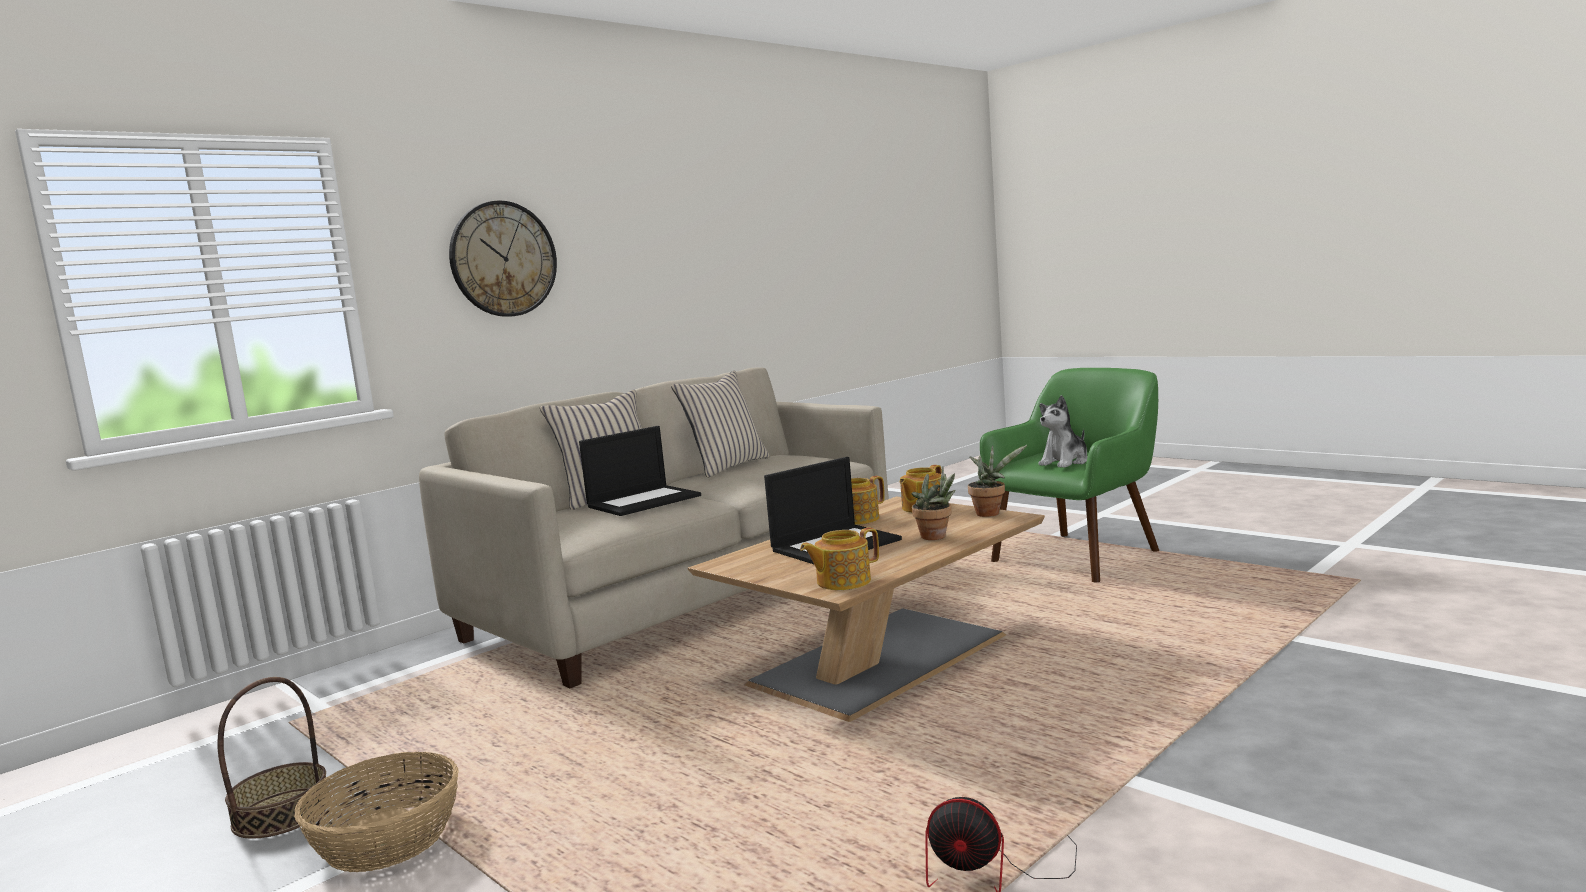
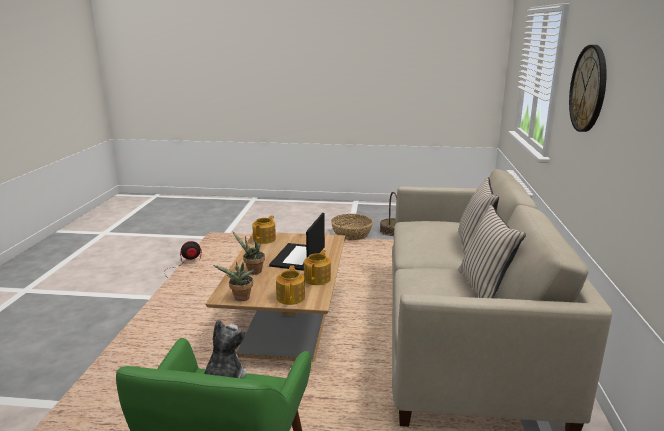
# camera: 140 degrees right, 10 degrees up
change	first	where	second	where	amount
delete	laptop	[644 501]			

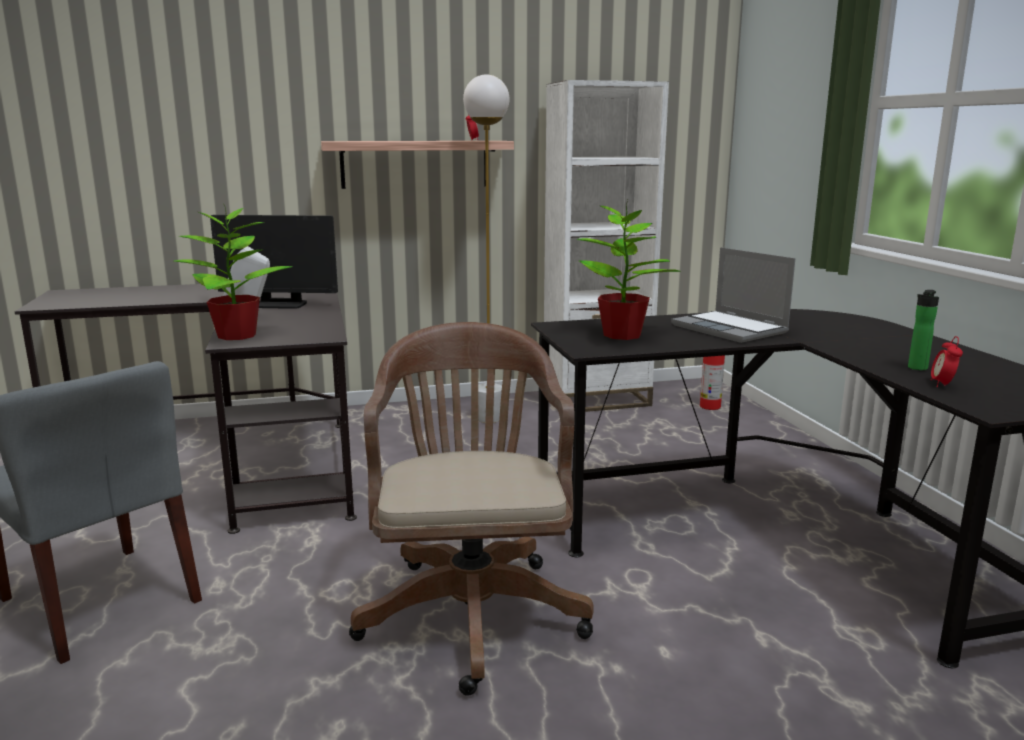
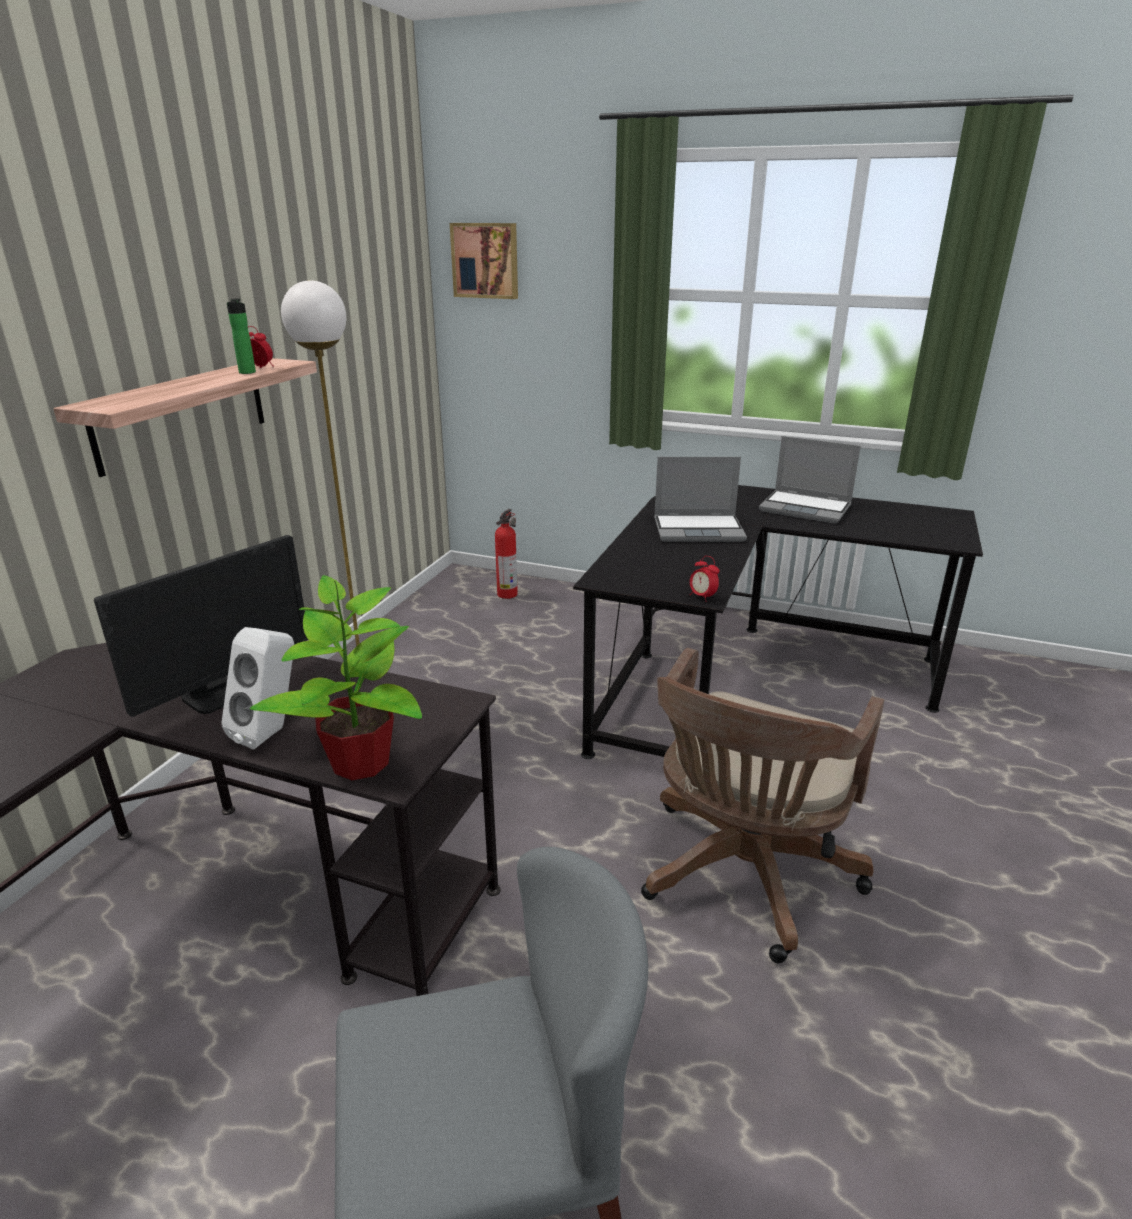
# camera: 55 degrees left, 10 degrees up
change	first	where	second	where	amount
delete	whitish_bookshelf	[596 399]			
delete	potted_plant	[623 335]			
move	beverage_bottle	[916 368]		[247 373]	
rotate	brown_computer_chair	[472 609]		[743 877]	90 degrees counterclockwise
move	alarm_clock	[942 385]		[702 597]	
insert			picture	[486 260]	
insert			laptop	[806 508]	

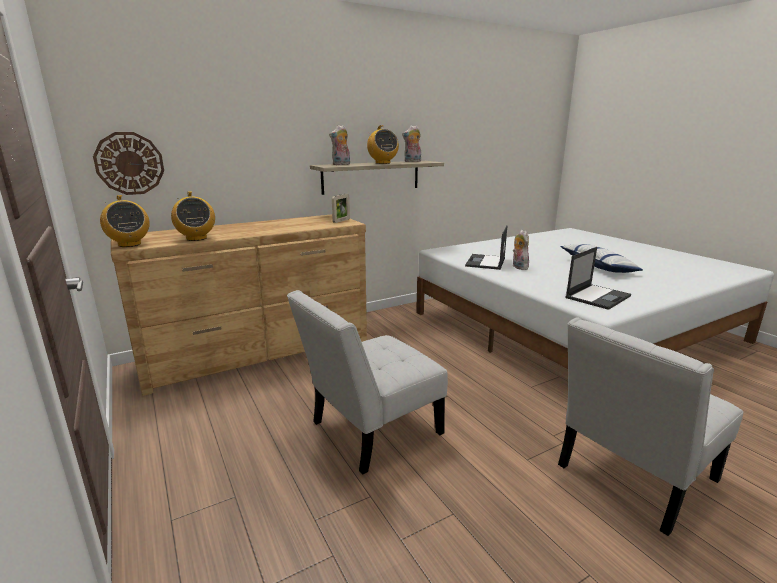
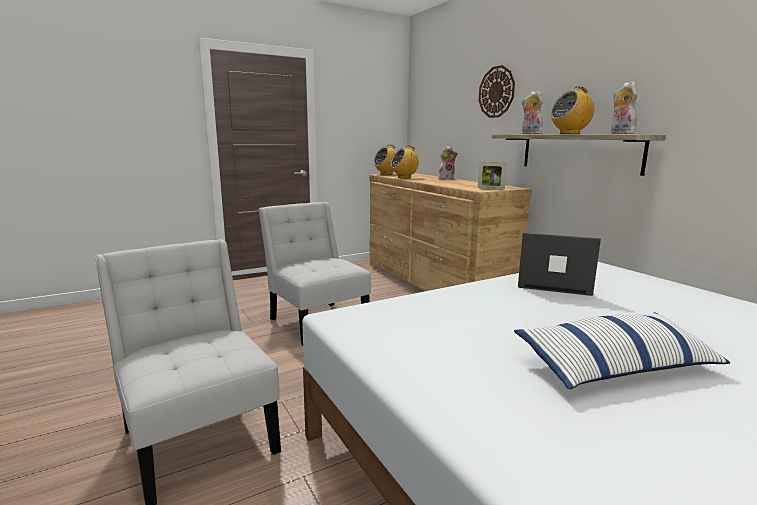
# camera: 90 degrees right, 5 degrees down
change	first	where	second	where	amount
move	clock_on_the_wall	[129 163]		[496 92]	
move	plush_toy	[518 267]		[446 178]	
delete	laptop	[598 296]			

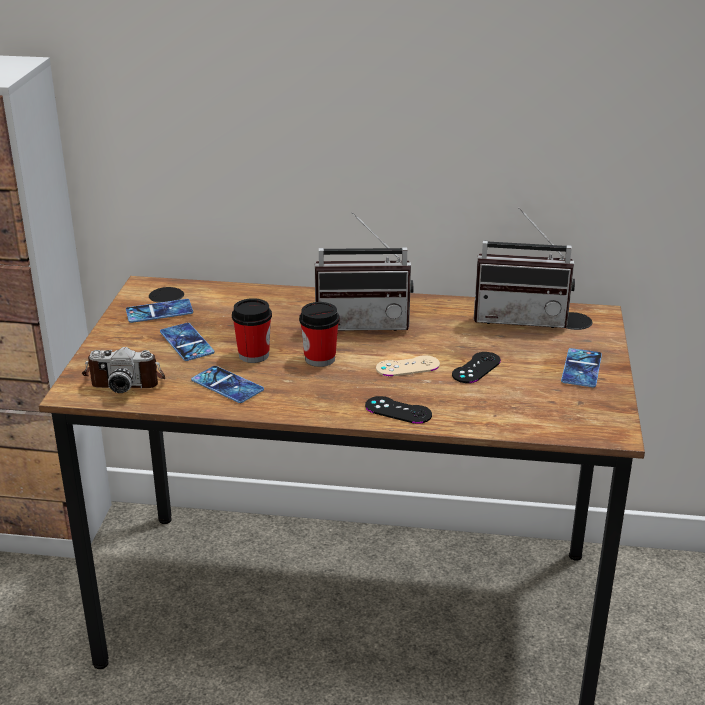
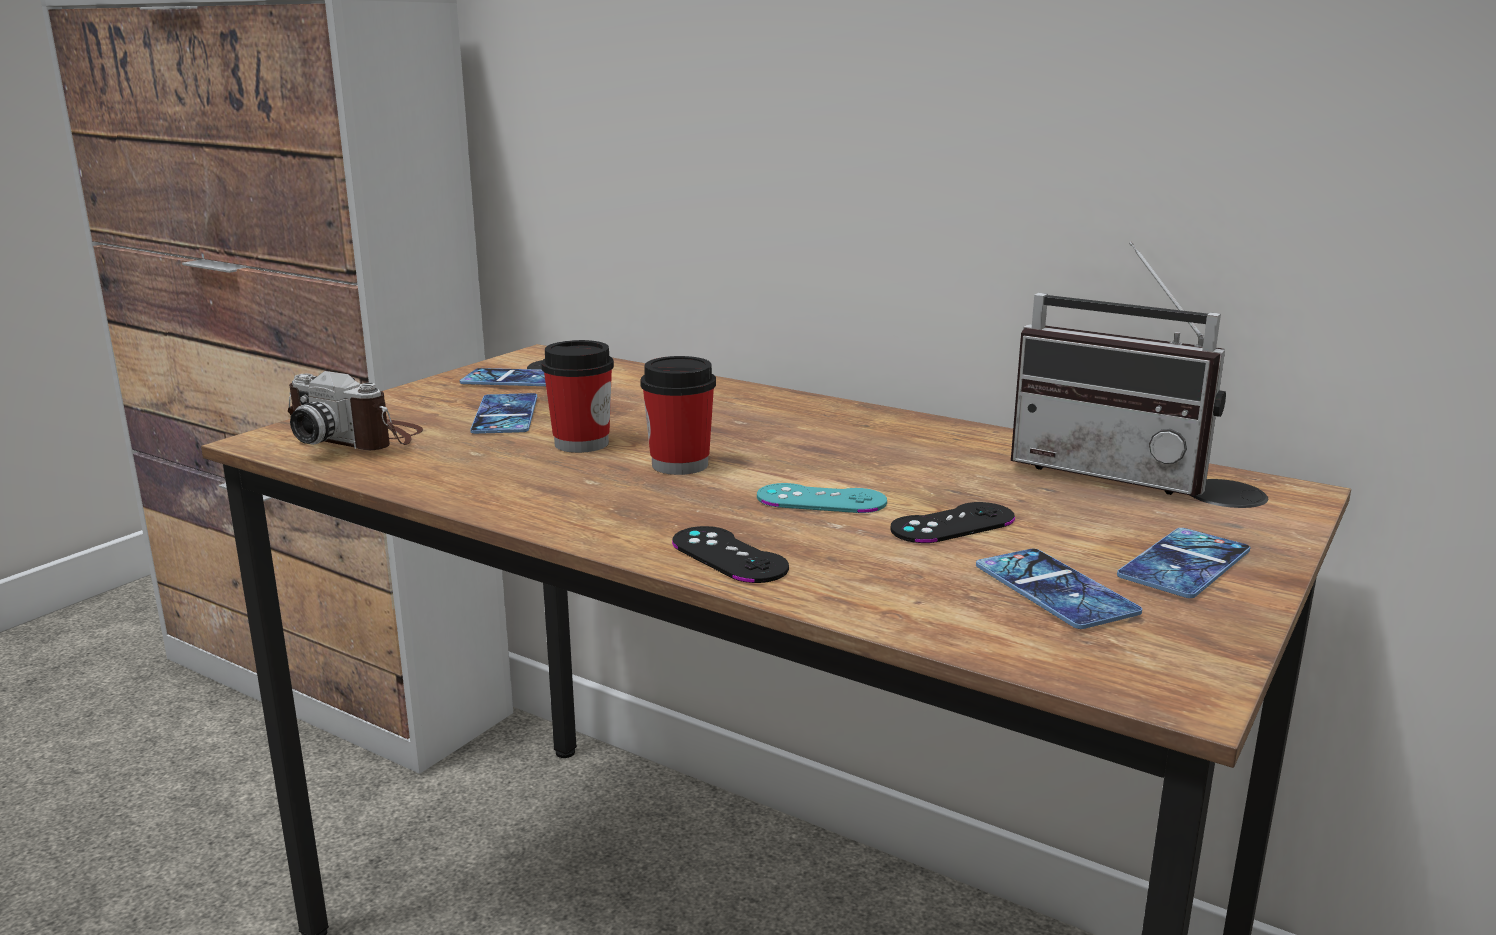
# camera: 25 degrees right, 10 degrees down
change	first	where	second	where	amount
delete	radio_set	[363 322]			
recolor	beige_gamepad	[407 366]	blue-green_gamepad	[821 499]	
move	phone	[227 385]		[1054 589]	

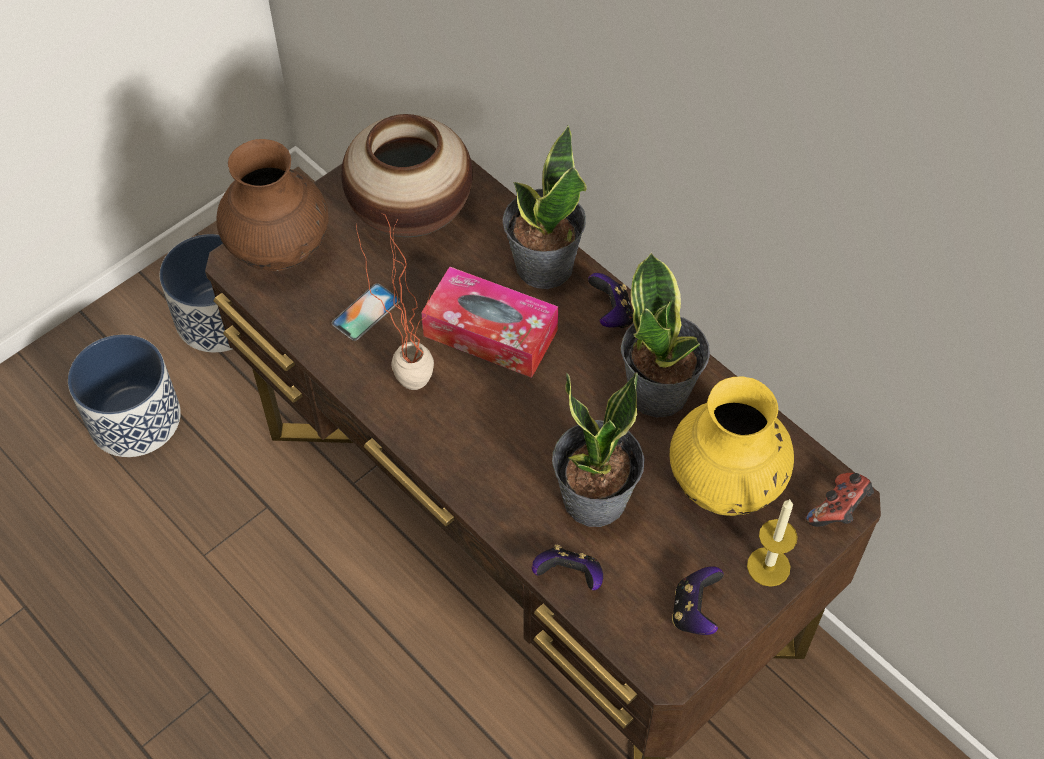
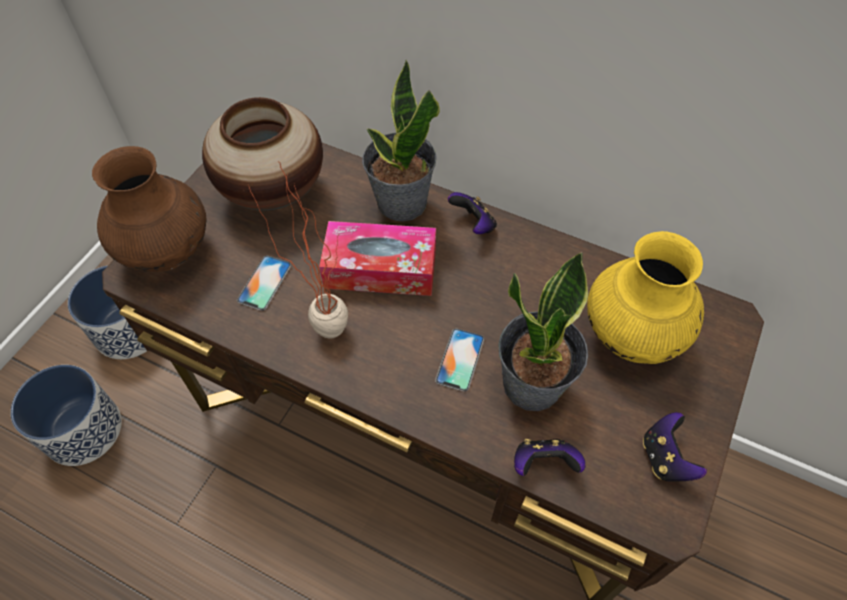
# camera: 20 degrees left, 0 degrees up
change	first	where	second	where	amount
delete	potted_plant	[659 391]			
delete	gamepad	[838 510]			
delete	wax_candle	[768 566]			
insert			phone	[460 359]	

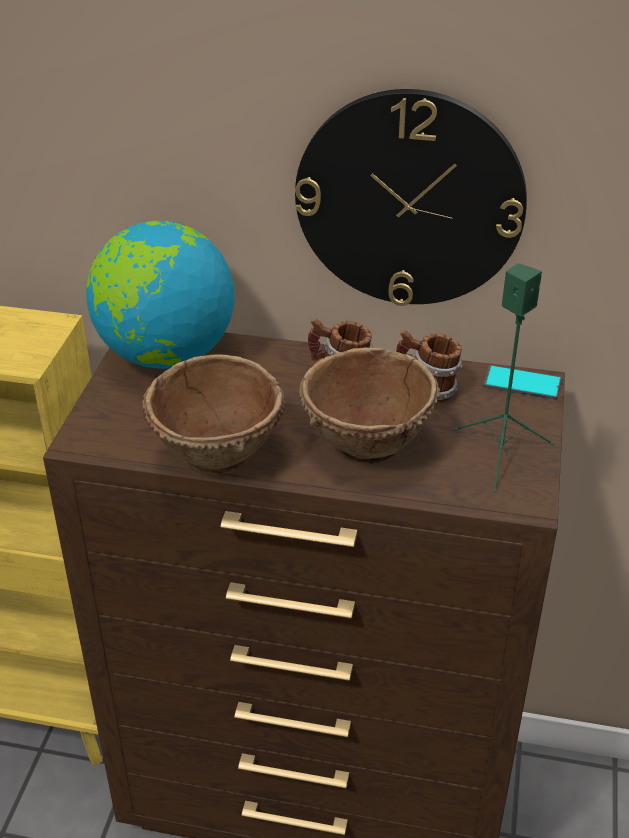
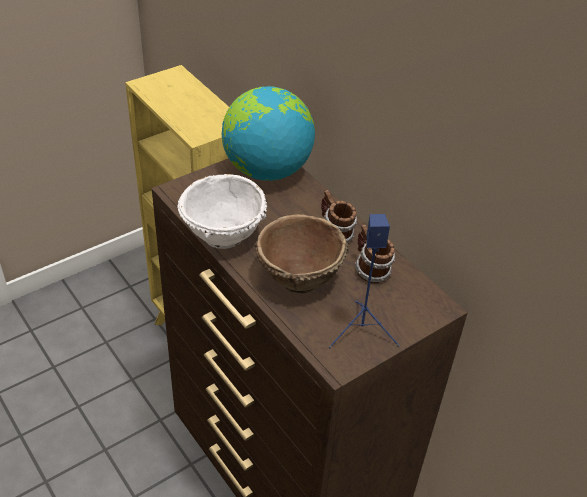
# camera: 40 degrees right, 5 degrees up
change	first	where	second	where	amount
delete	clock_on_the_wall	[409 200]			
recolor	green-coloured_audio_speaker	[501 453]	bluish_audio_speaker	[362 331]	
recolor	brown_bowl	[218 455]	whitish_bowl	[223 236]	
delete	phone	[522 384]			

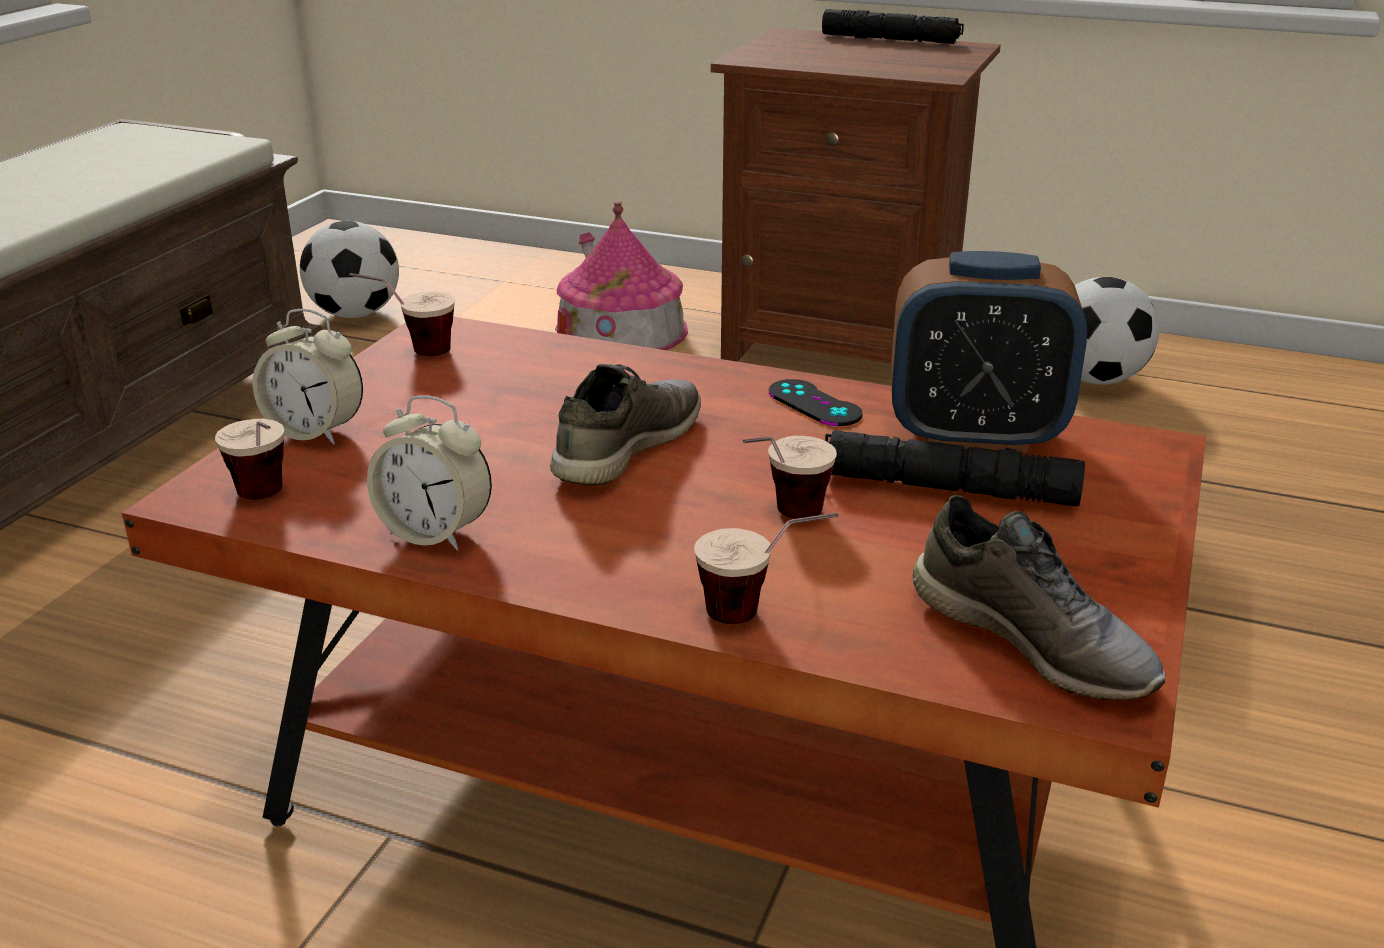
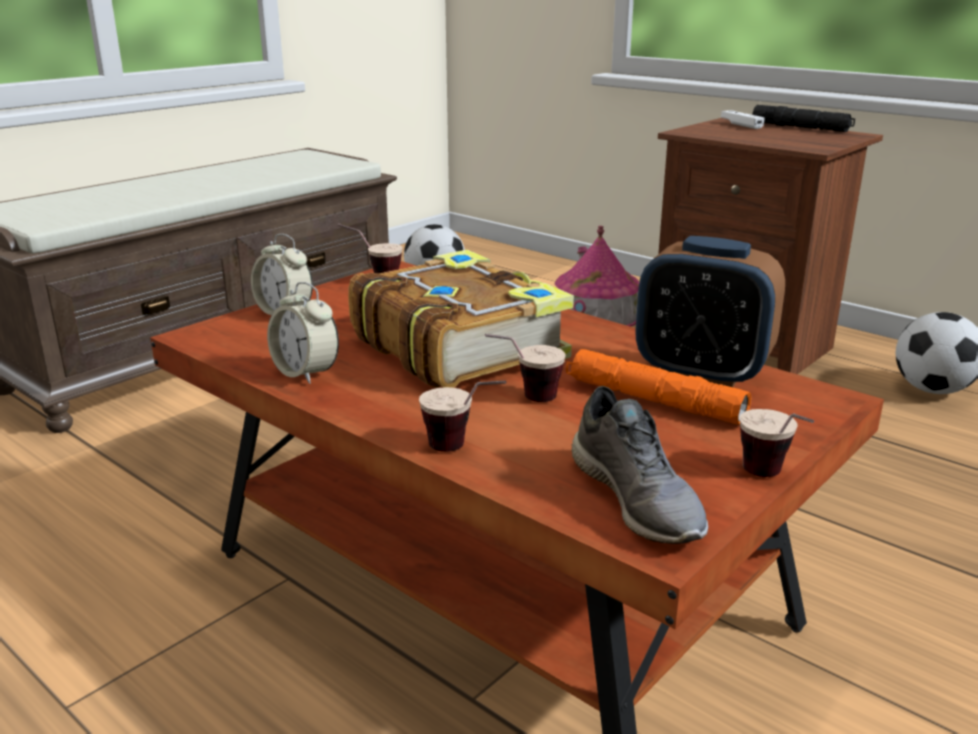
# camera: 20 degrees right, 5 degrees down
change	first	where	second	where	amount
replace	gray_low_shoe	[625 446]	bound_book	[458 345]	
delete	blackish_gamepad	[814 403]			
move	drinking_cup	[268 502]		[772 480]	
recolor	blackish_flashlight	[946 488]	orange-coloured_flashlight	[653 400]	
insert			whitish_gamepad	[741 125]	

